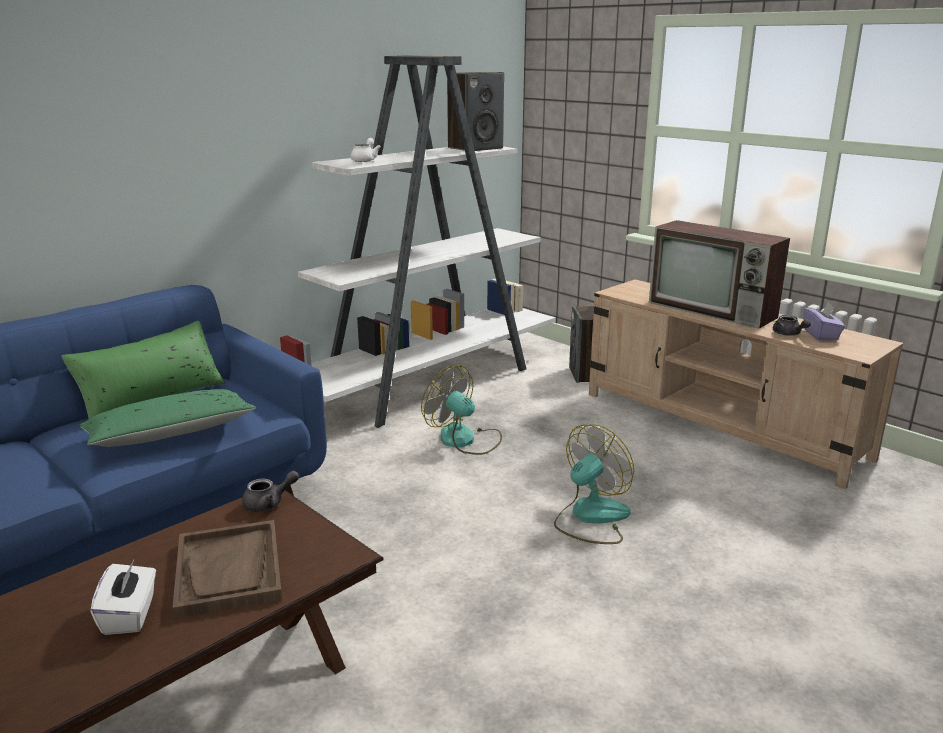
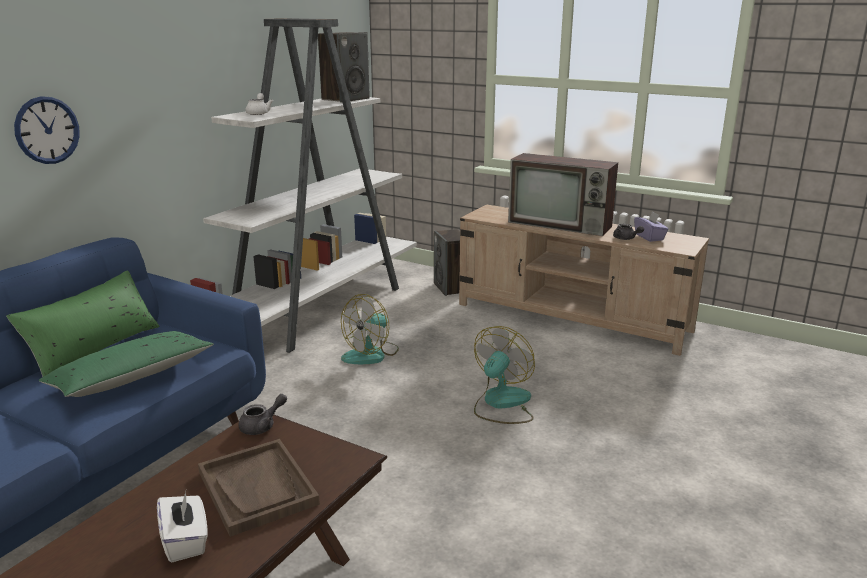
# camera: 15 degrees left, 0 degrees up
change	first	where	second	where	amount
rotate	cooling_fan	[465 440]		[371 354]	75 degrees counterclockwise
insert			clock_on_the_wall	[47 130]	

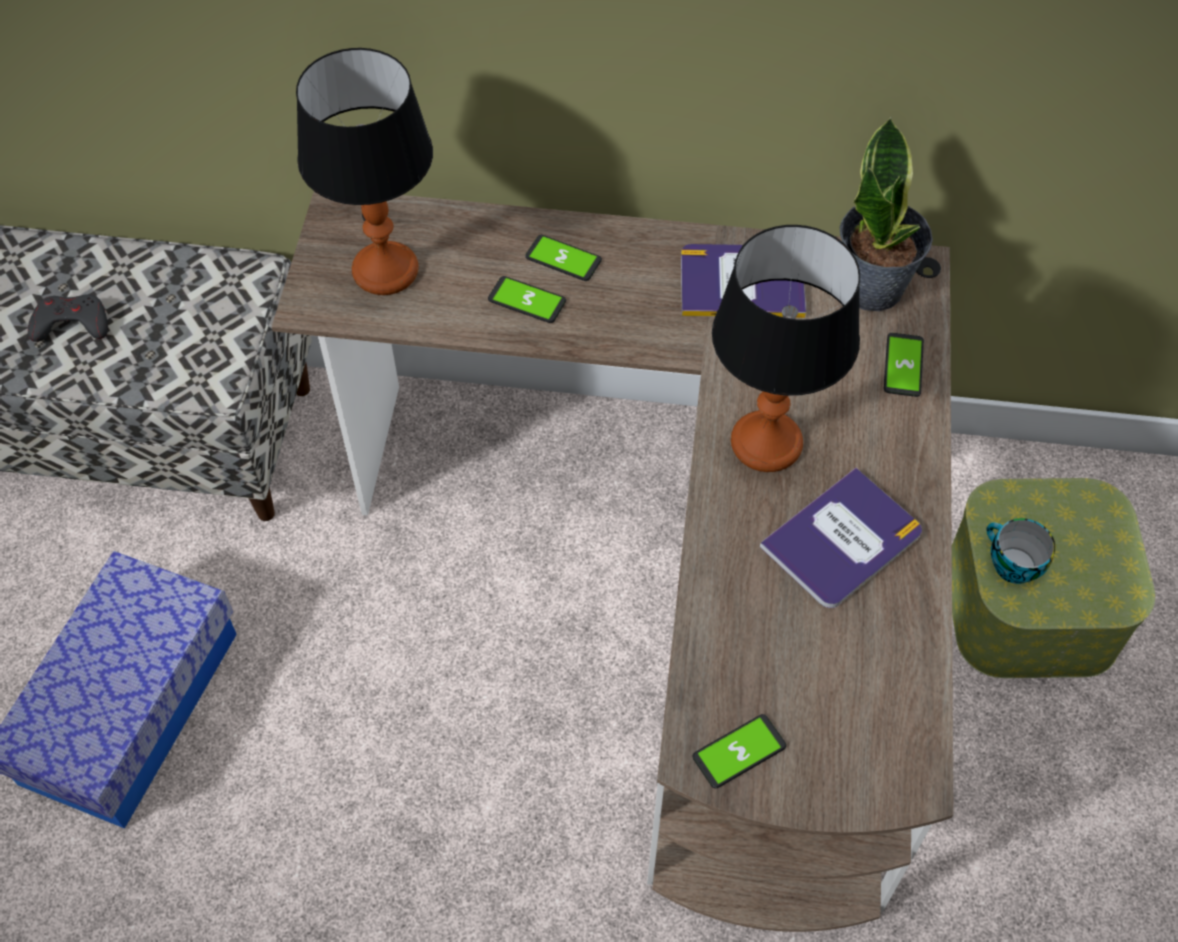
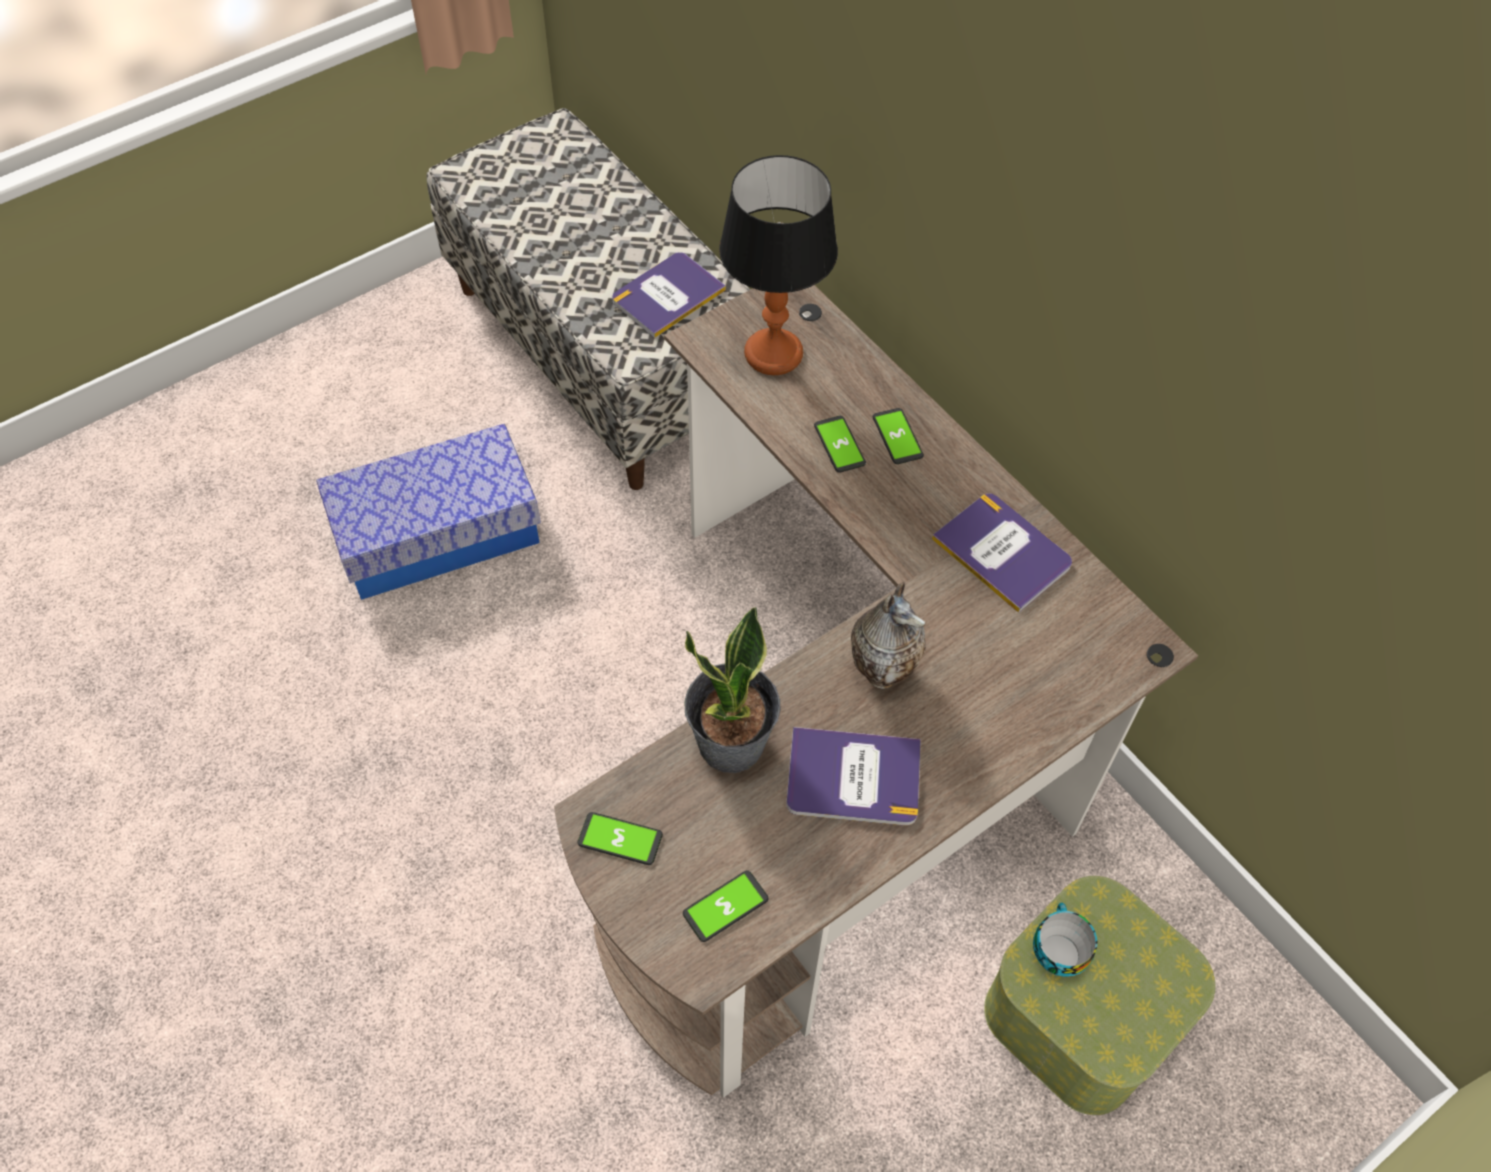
# camera: 45 degrees right, 0 degrees up
change	first	where	second	where	amount
move	potted_plant	[873 287]		[732 744]	
replace	lamp_for_a_table	[765 442]	vase	[883 669]	
delete	gray_gamepad	[71 323]			
move	phone	[903 365]		[725 906]	
insert			bound_book	[667 295]	

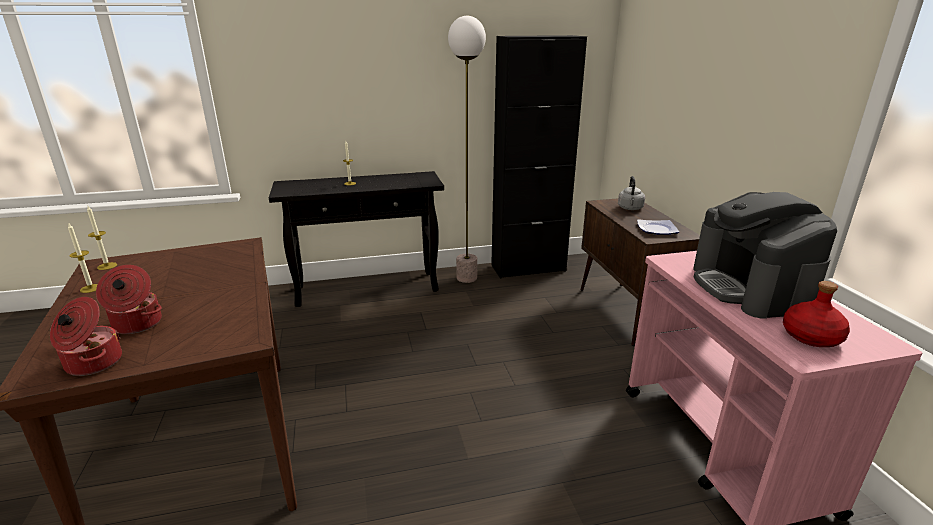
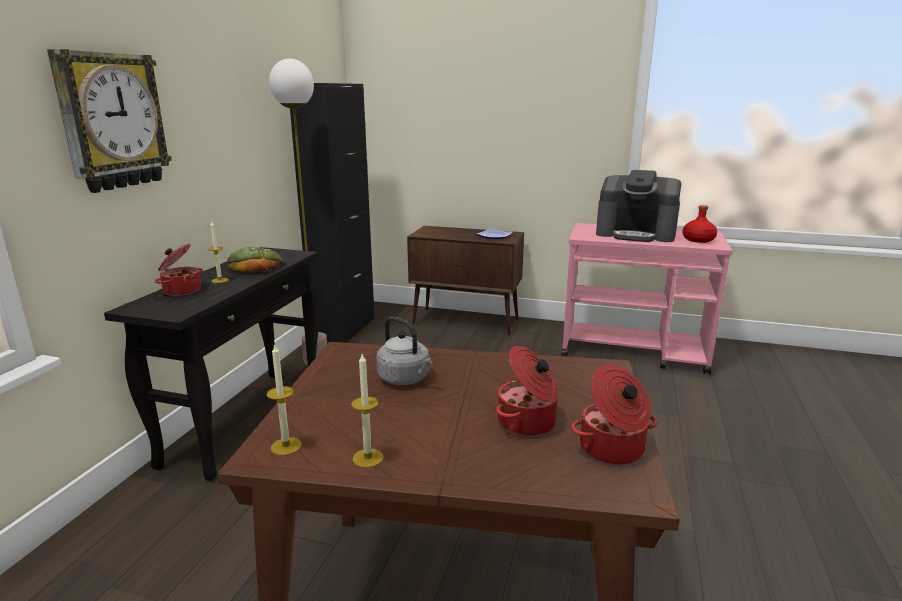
# camera: 60 degrees left, 5 degrees down
change	first	where	second	where	amount
move	gray_kettle	[630 208]		[406 379]	
insert			clock_on_the_wall	[112 121]	
insert			saucepot	[181 290]	
insert			bread	[256 266]	

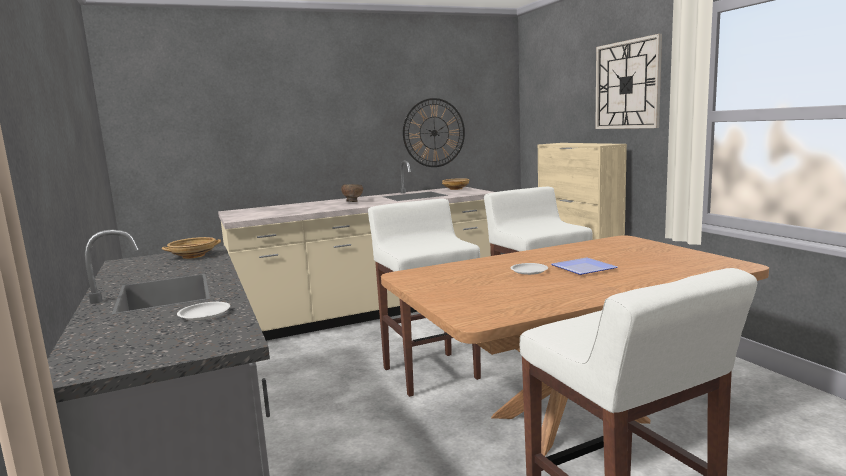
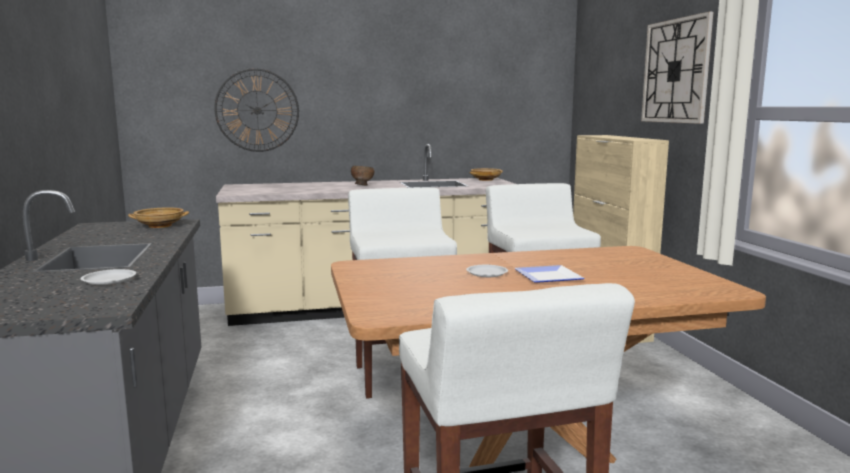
# camera: 10 degrees right, 0 degrees up
change	first	where	second	where	amount
move	clock_on_the_wall	[434 133]		[257 110]	

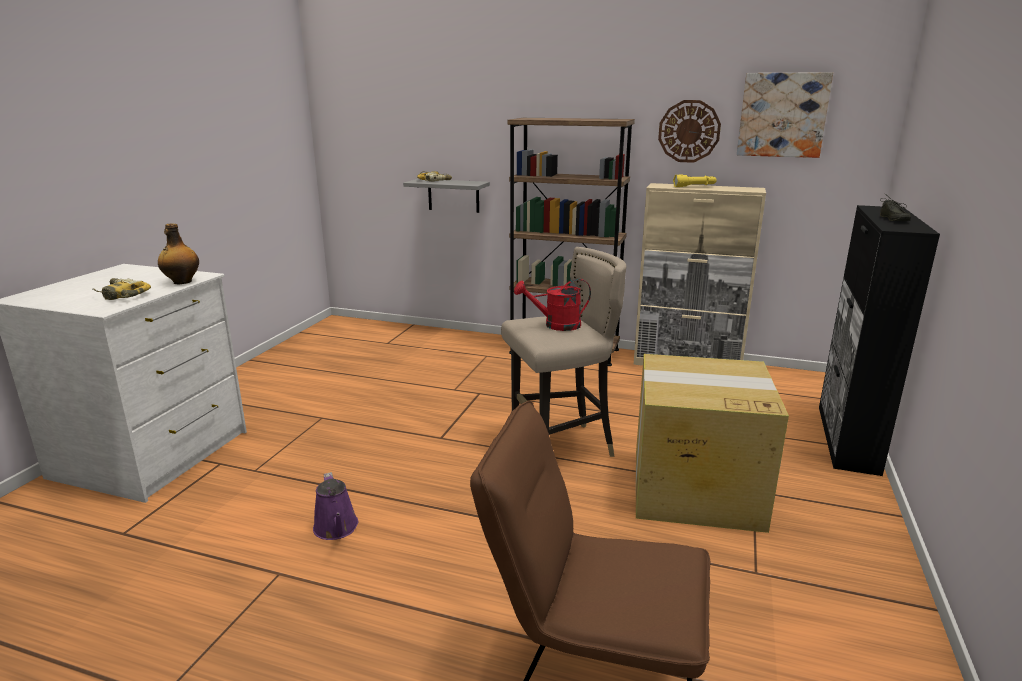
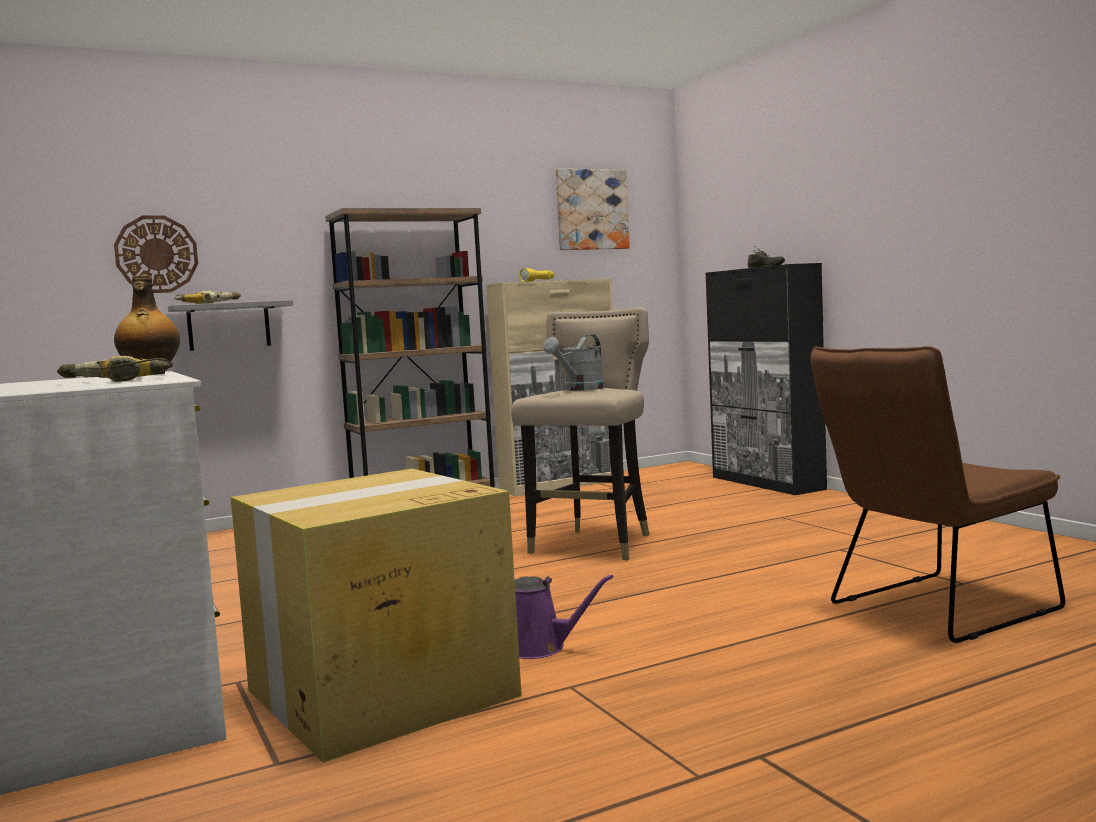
# camera: 45 degrees left, 15 degrees down
change	first	where	second	where	amount
move	clock_on_the_wall	[689 131]		[156 254]	
recolor	red-coloured_watering_pot	[556 325]	gray_watering_pot	[580 389]	
move	packing_box	[693 489]		[378 694]	

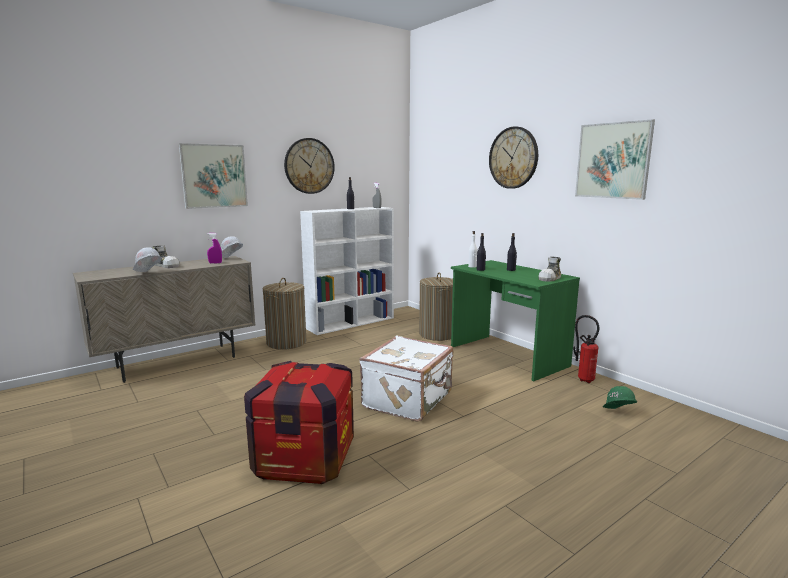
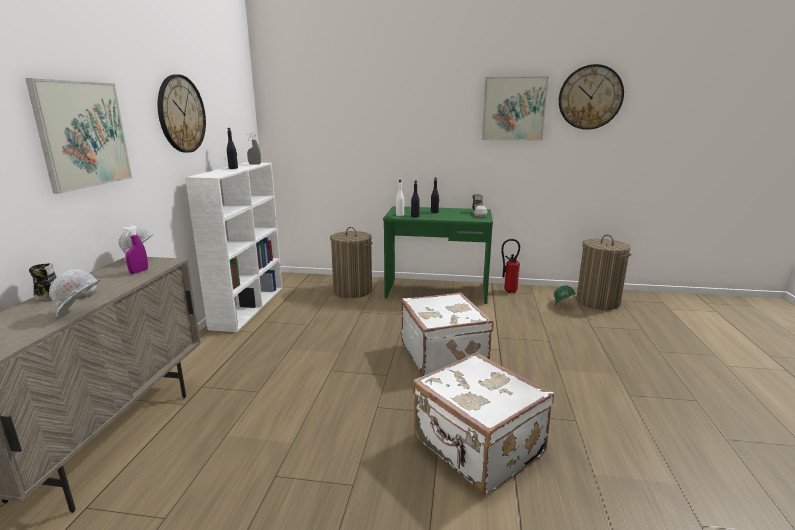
# camera: 45 degrees left, 5 degrees up
change	first	where	second	where	amount
move	clock_on_the_wall	[513 158]		[590 97]	
move	hamper	[286 342]		[597 302]	
replace	shipping_crate	[305 459]	whitish_piece_of_luggage	[477 448]	

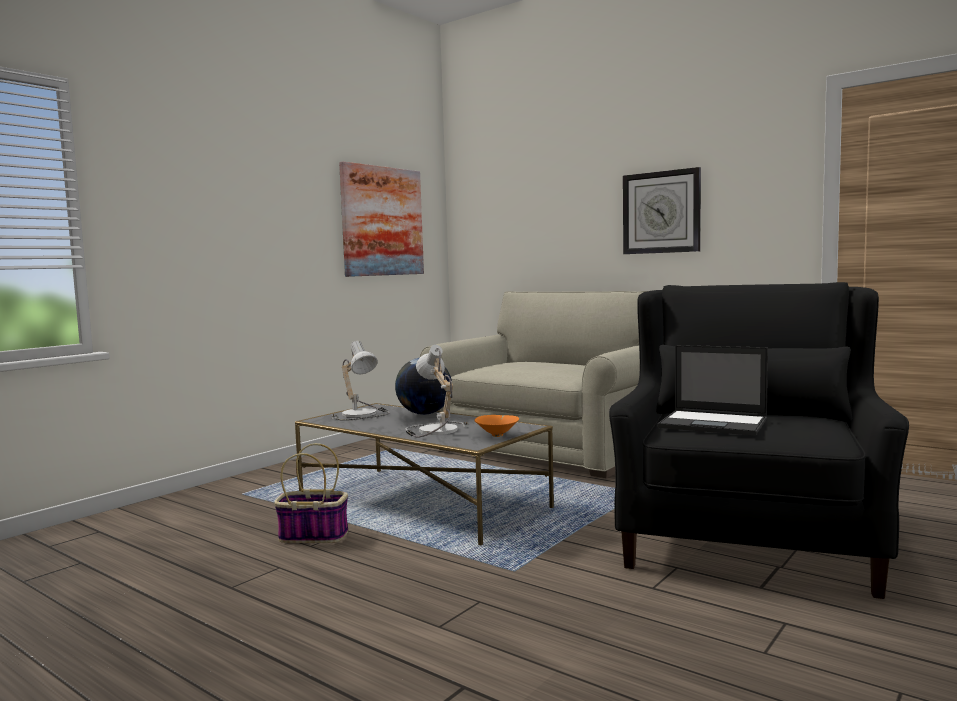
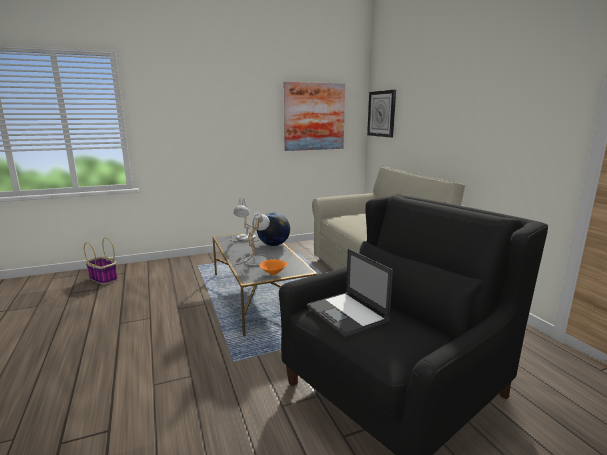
# camera: 30 degrees right, 10 degrees up
change	first	where	second	where	amount
move	clock_on_the_wall	[661 212]		[381 113]	
move	household_basket	[312 536]		[103 278]	

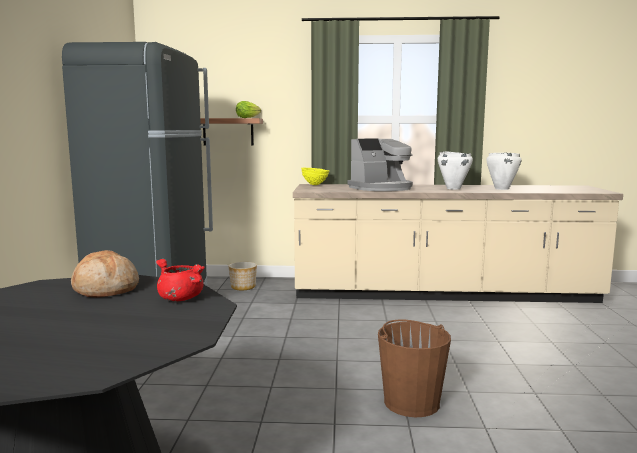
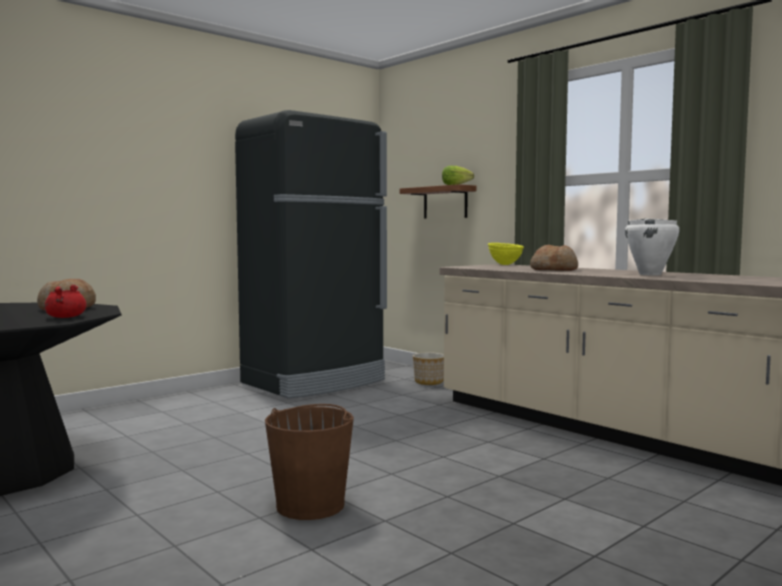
# camera: 45 degrees right, 5 degrees down
change	first	where	second	where	amount
replace	coffee_brewer	[381 188]	bread	[554 270]	
delete	whitish_saucepot	[501 189]			

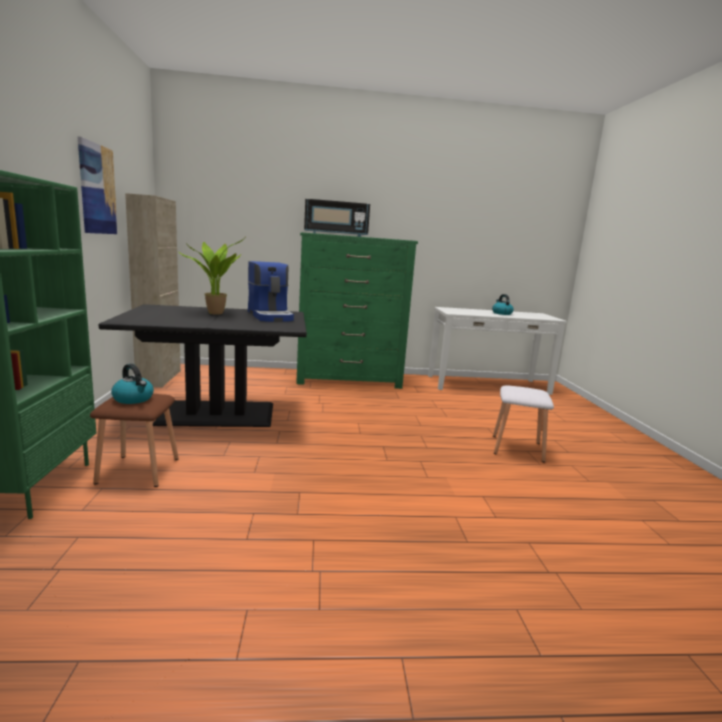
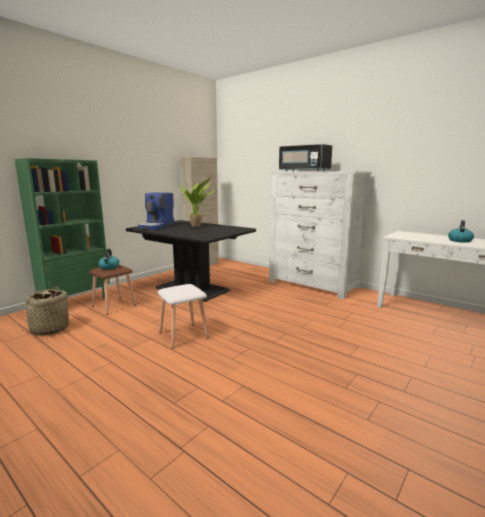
# camera: 45 degrees right, 0 degrees up
change	first	where	second	where	amount
delete	picture	[97 189]			
recolor	green-coloured_dresser	[349 379]	whitish_dresser	[313 284]	
move	coffee_brewer	[271 316]		[157 226]	
move	whitish_sitting_stool	[516 448]		[183 335]	
insert			household_basket	[49 329]	

